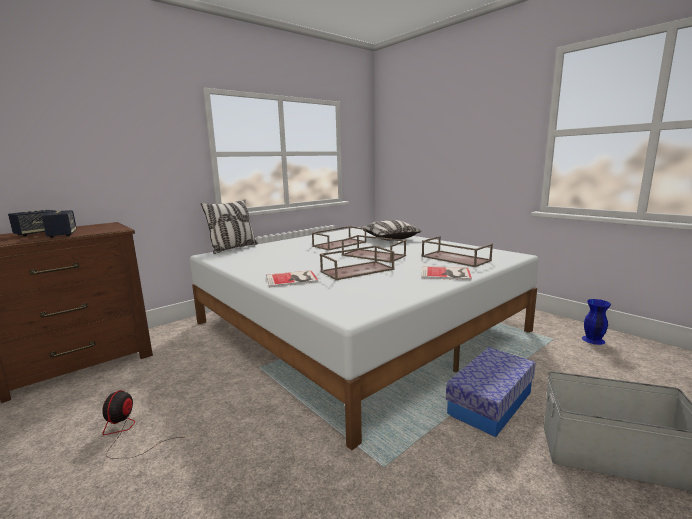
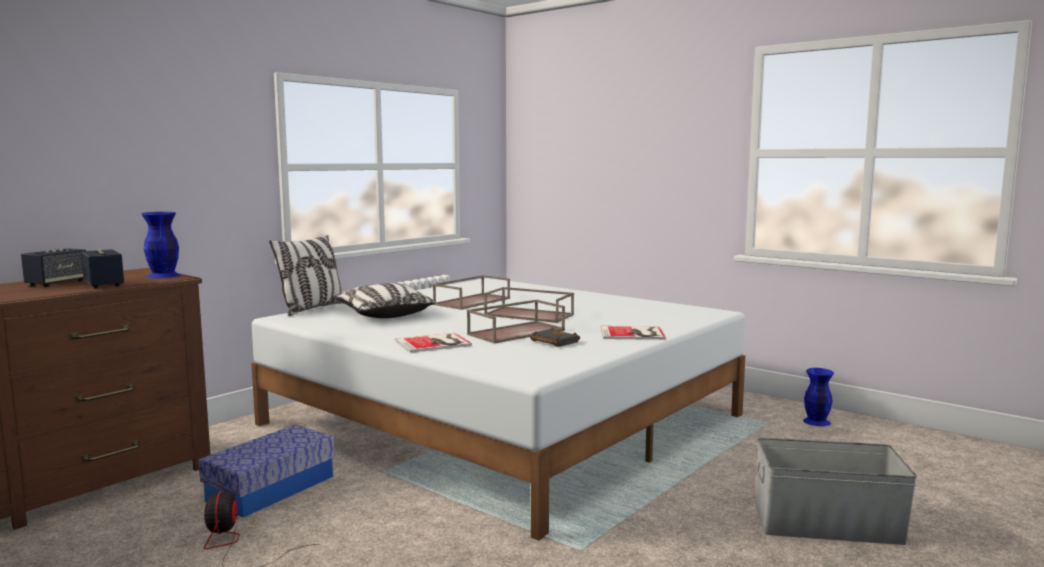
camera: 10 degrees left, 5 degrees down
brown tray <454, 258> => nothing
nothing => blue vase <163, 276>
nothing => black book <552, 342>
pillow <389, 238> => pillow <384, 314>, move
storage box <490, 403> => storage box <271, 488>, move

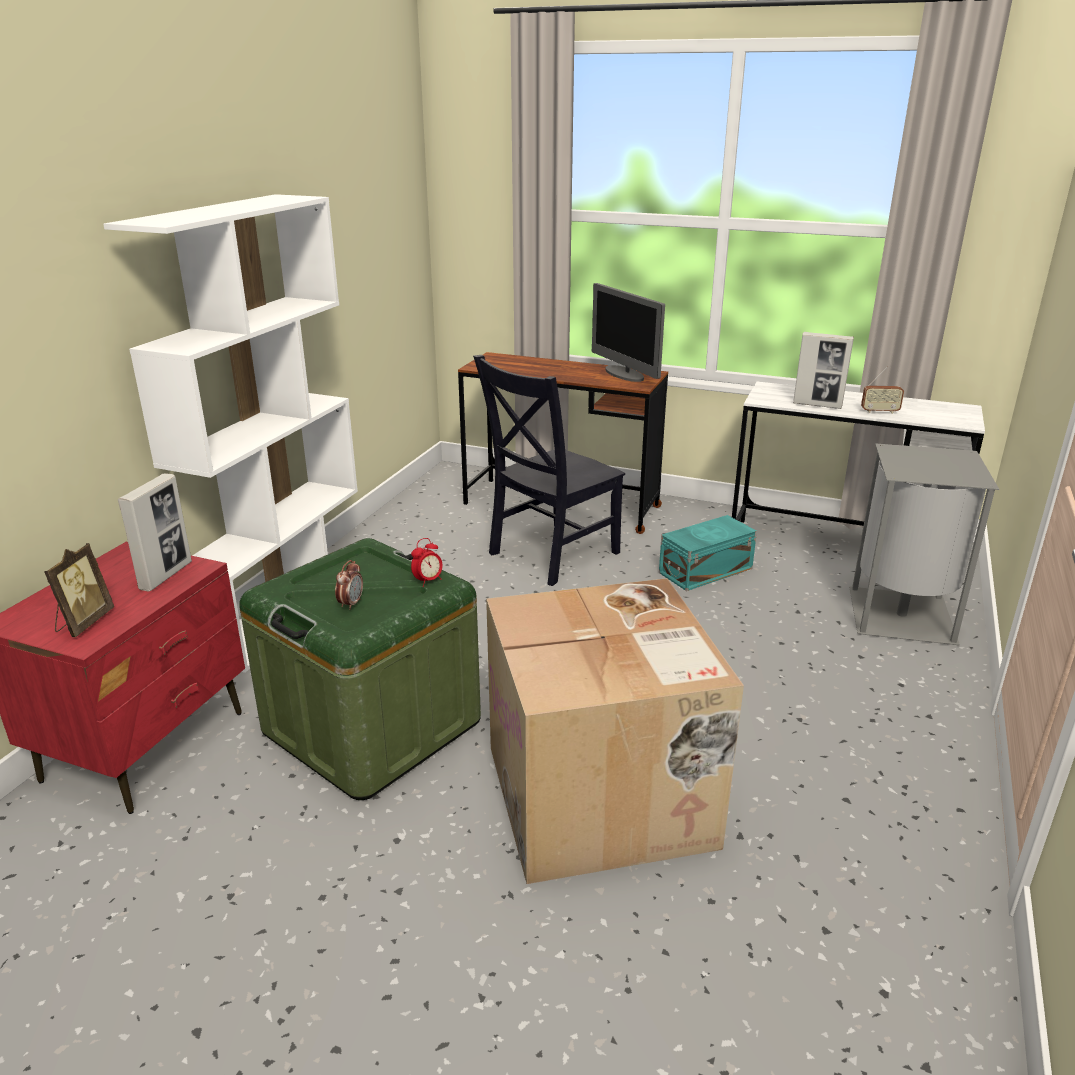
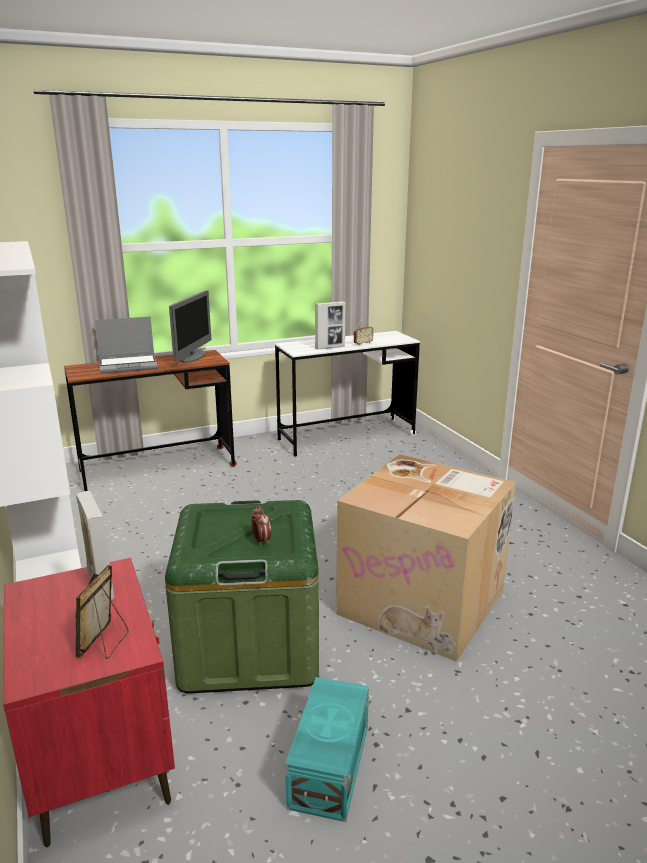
camera: 45 degrees left, 5 degrees down
alarm clock <428, 581> => nothing
black chair <550, 555> => nothing
grey trash can <902, 615> => nothing
nothing => laptop <129, 365>
turquoise storage box <703, 570> => turquoise storage box <327, 767>, move
picture frame <83, 623> => picture frame <105, 643>, 135 degrees counterclockwise
monitor <624, 374> => monitor <193, 357>, 90 degrees counterclockwise

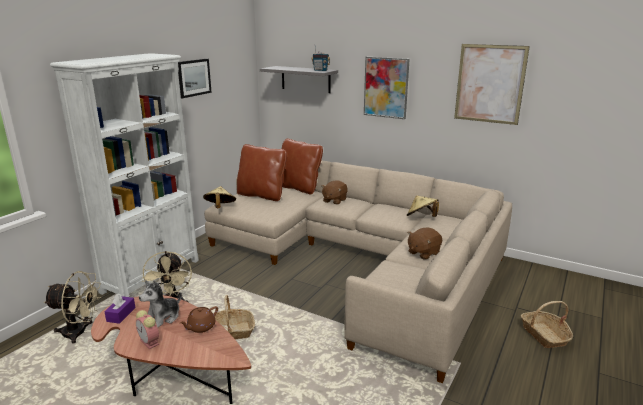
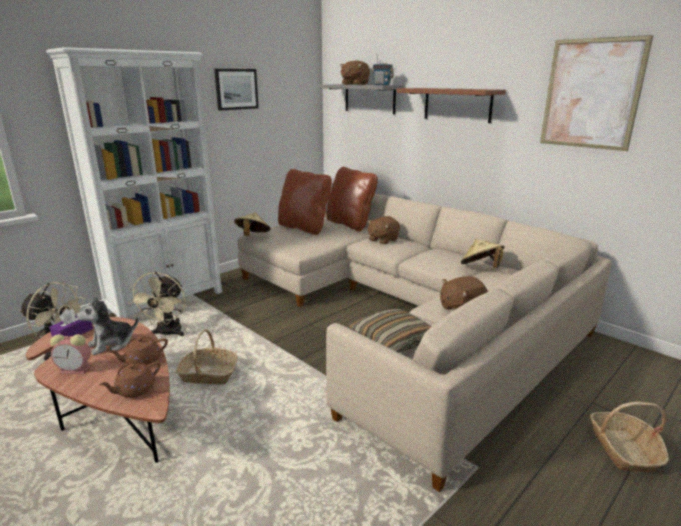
camera: 15 degrees right, 0 degrees up
nothing => brown teapot <134, 390>
nothing => brown plush toy <354, 84>
nothing => pillow <393, 340>
picture <386, 87> => brown shelf <457, 105>
alarm clock <150, 342> => alarm clock <76, 369>, 60 degrees counterclockwise

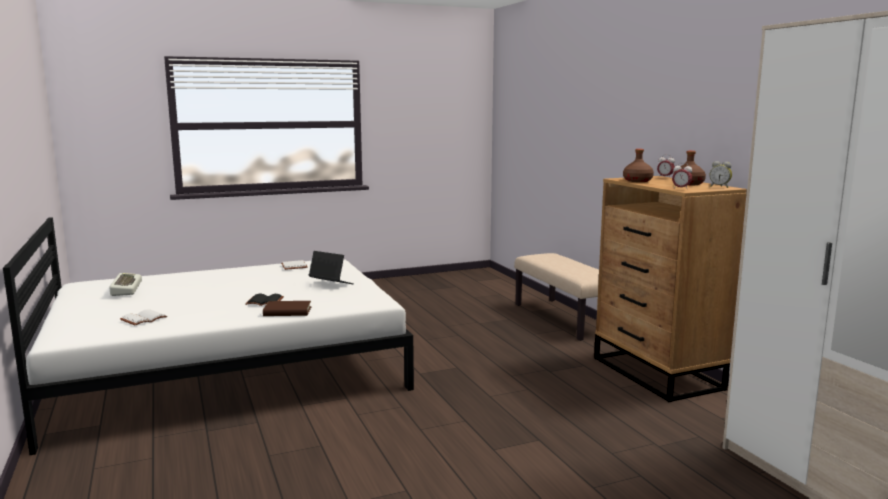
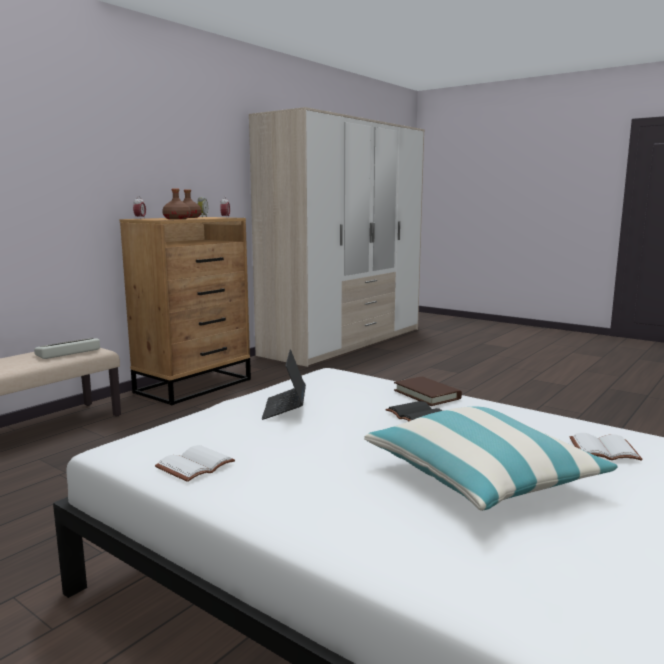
camera: 120 degrees left, 0 degrees up
nothing => pillow <482, 478>
keyboard <125, 288> => keyboard <68, 353>, move

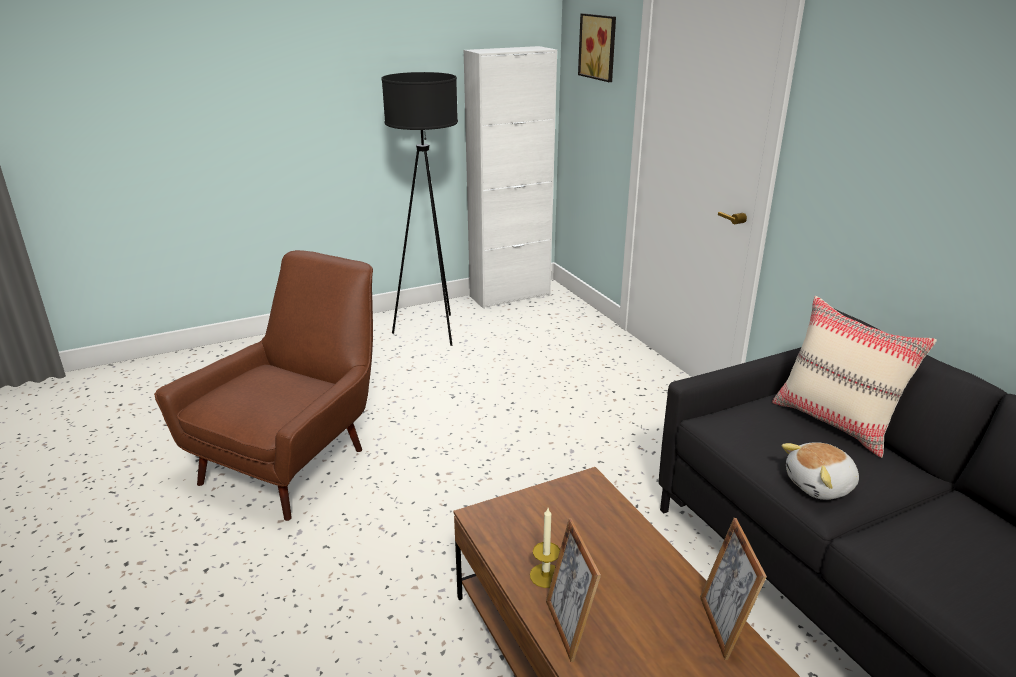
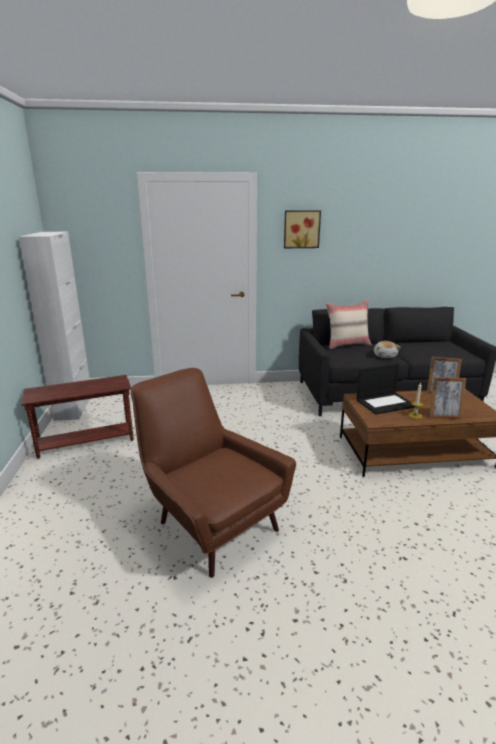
camera: 70 degrees left, 5 degrees down
nothing => laptop <385, 403>
picture <599, 47> => picture <301, 229>, move
black floor lamp <432, 330> => brown side table <86, 442>

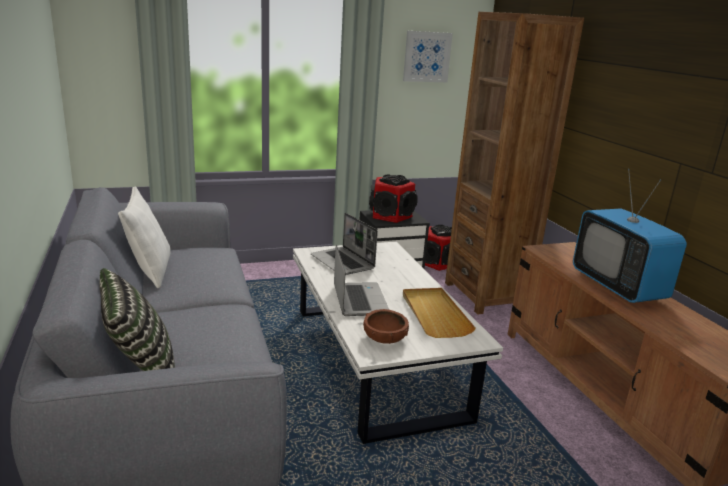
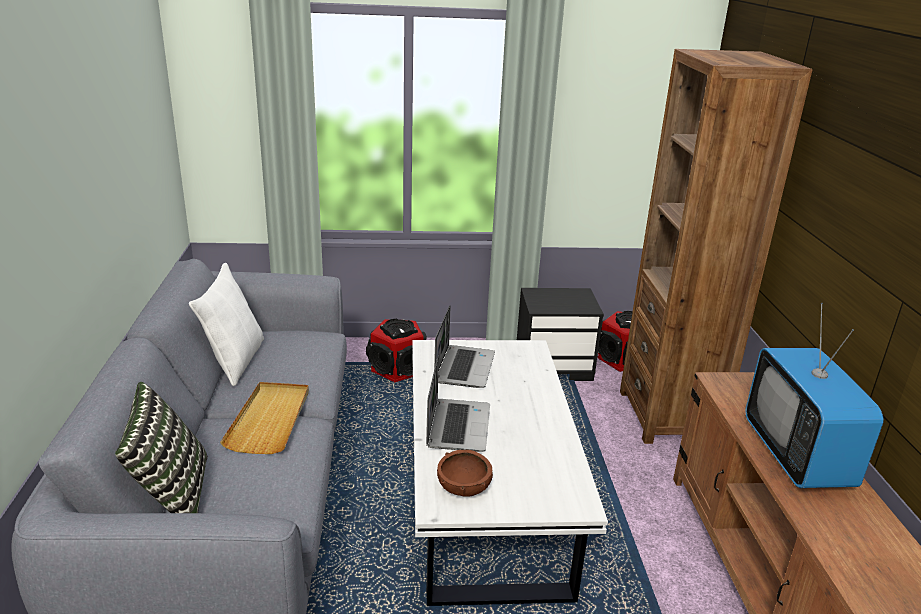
camera: 15 degrees right, 5 degrees up
picture <427, 57> => nothing
speaker <390, 215> => speaker <398, 368>, move
beige tray <434, 314> => beige tray <270, 420>, move
laptop <343, 262> => laptop <463, 367>, 150 degrees counterclockwise

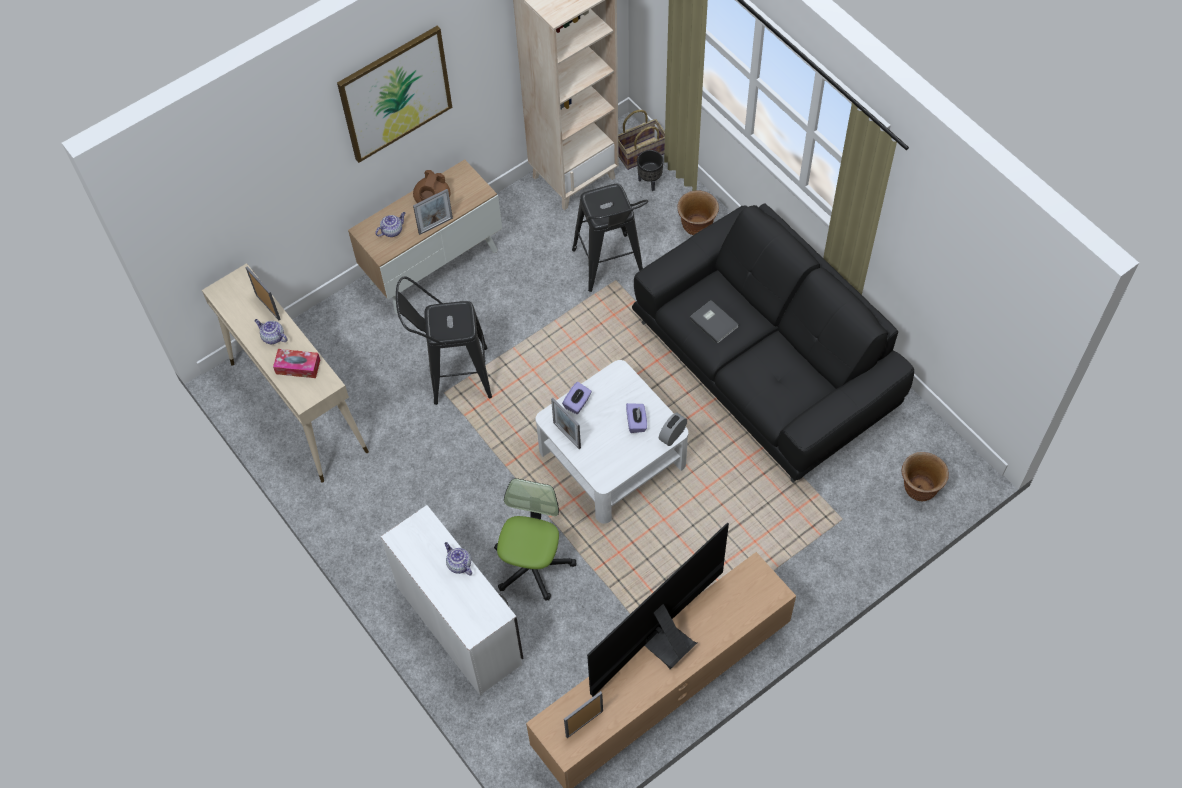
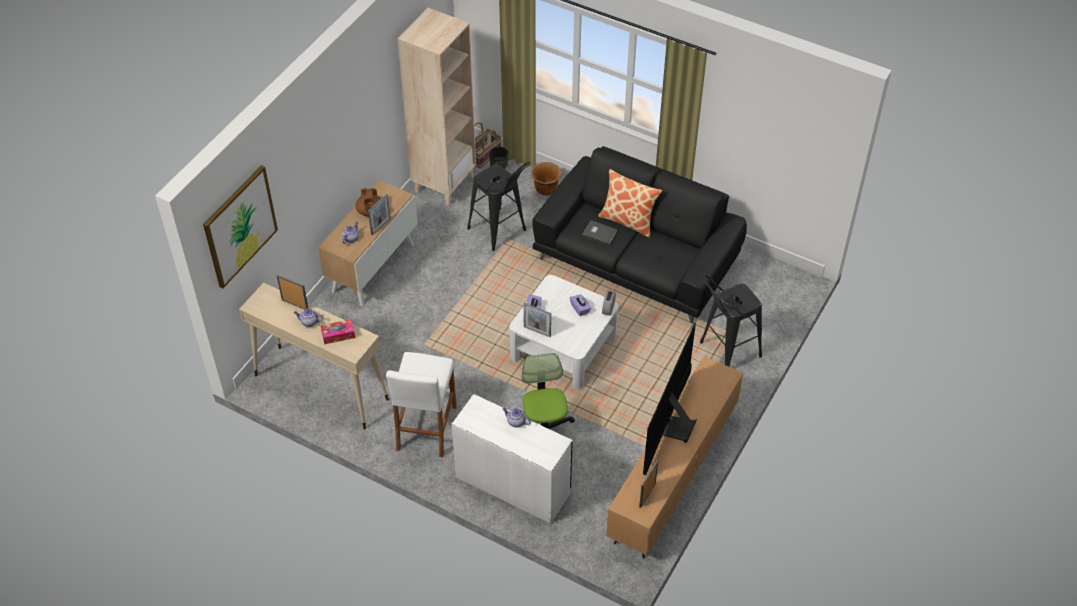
camera: 25 degrees left, 10 degrees down
brown planter <919, 489> => nothing
nothing => white stool <426, 428>
nothing => pillow <628, 221>
picture <395, 93> => picture <240, 226>, move
black stool <452, 376> => black stool <724, 352>, move

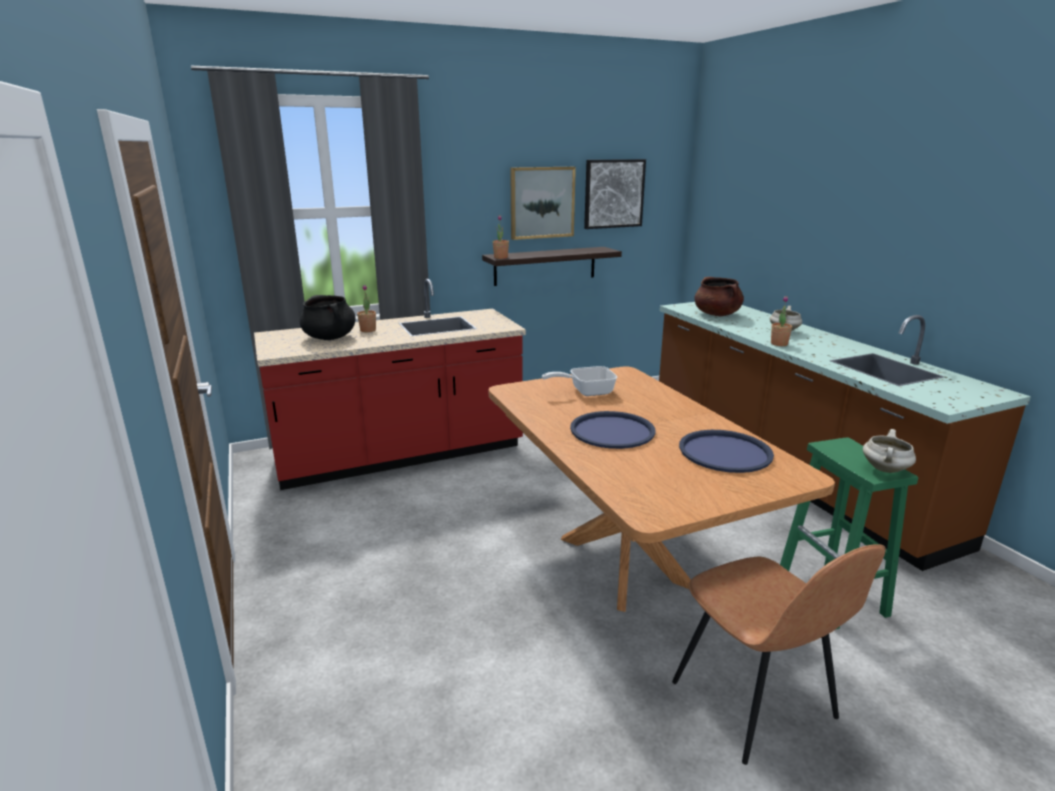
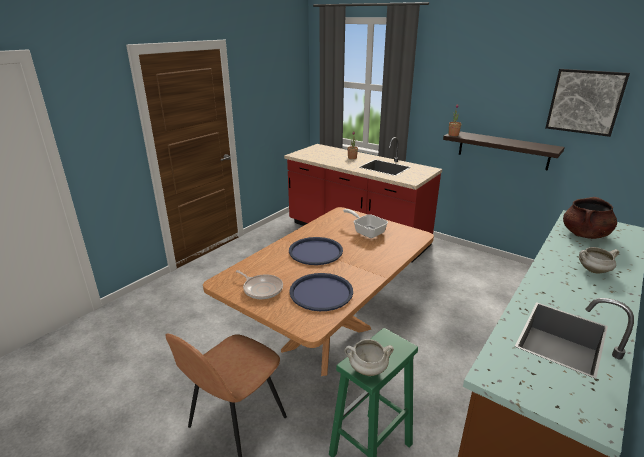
camera: 60 degrees right, 5 degrees up
black cooking pot <330, 338> => nothing
picture <542, 202> => nothing
potted plant <779, 344> => nothing
nothing => frying pan <261, 289>

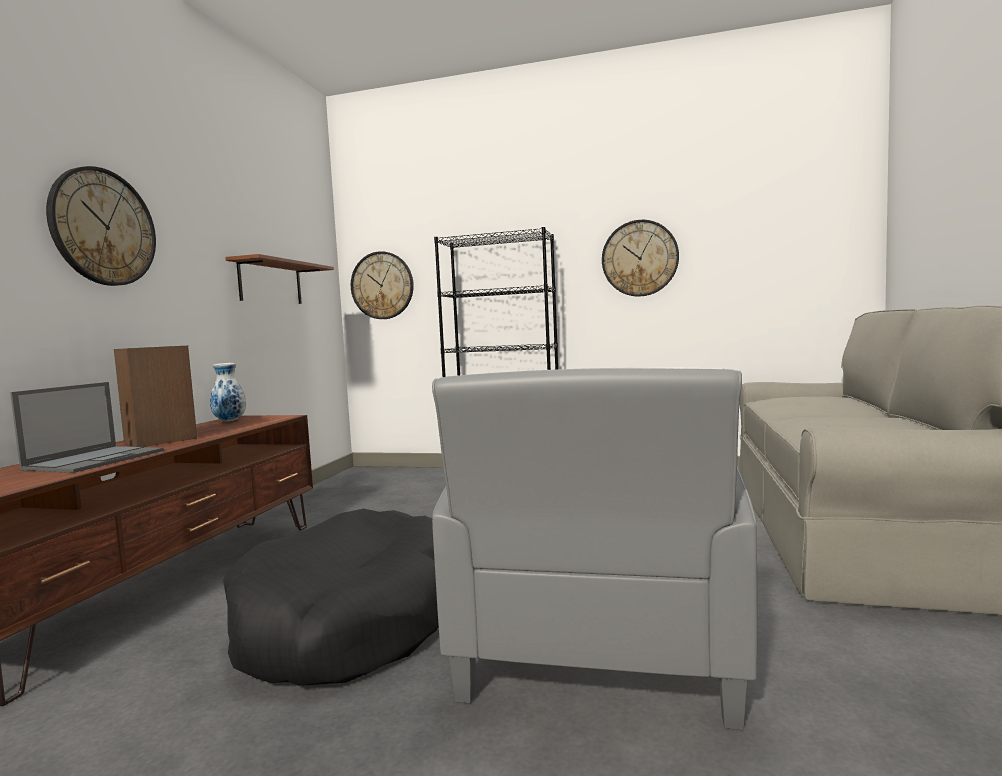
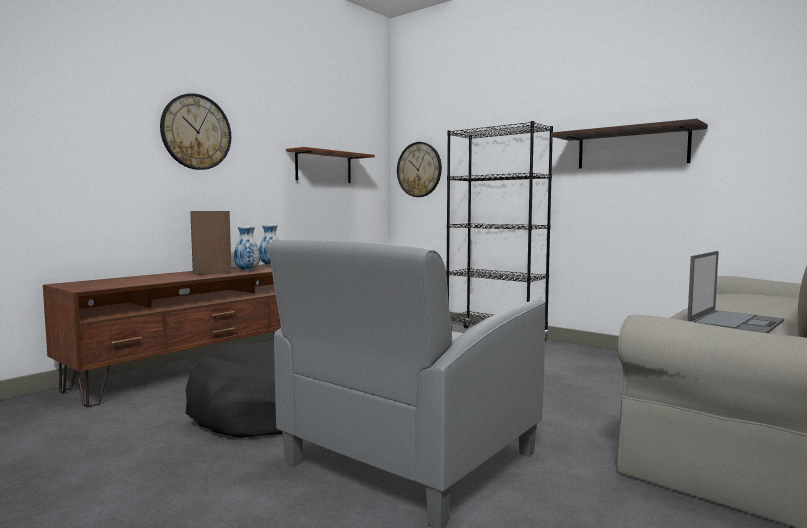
camera: 25 degrees right, 0 degrees up
nothing => vase <247, 271>
laptop <96, 459> => laptop <735, 323>, move
wall clock <639, 258> => shelf <632, 148>

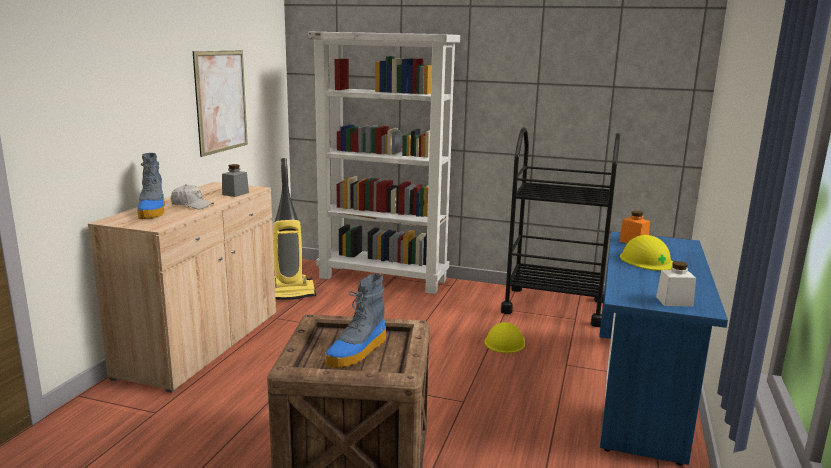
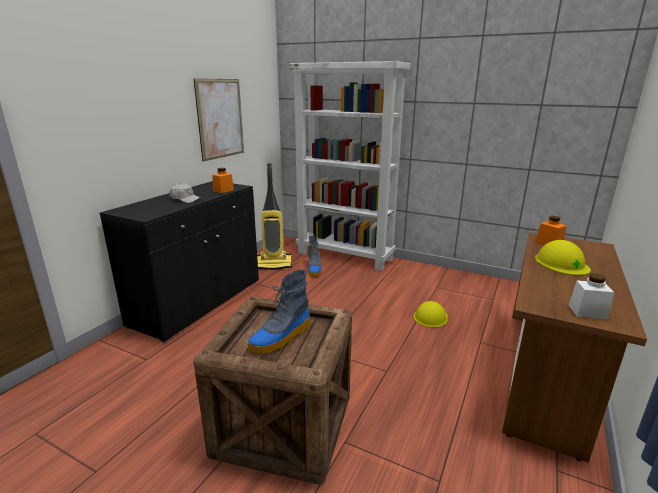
camera: 10 degrees right, 5 degrees up
black cart <554, 306> => nothing
boot <152, 211> => boot <314, 270>, move
beige cabinet <201, 344> => black cabinet <198, 302>
grey jar <235, 193> => orange jar <223, 190>
blue desk <641, 392> => brown desk <545, 376>

